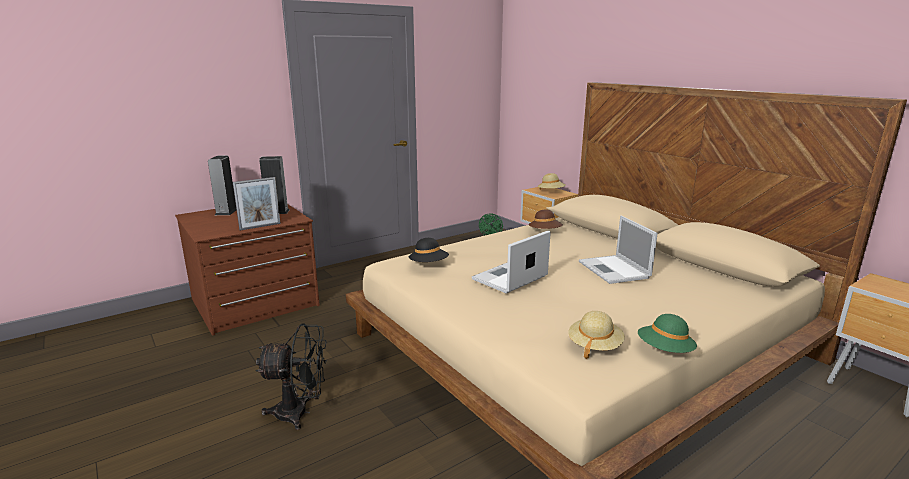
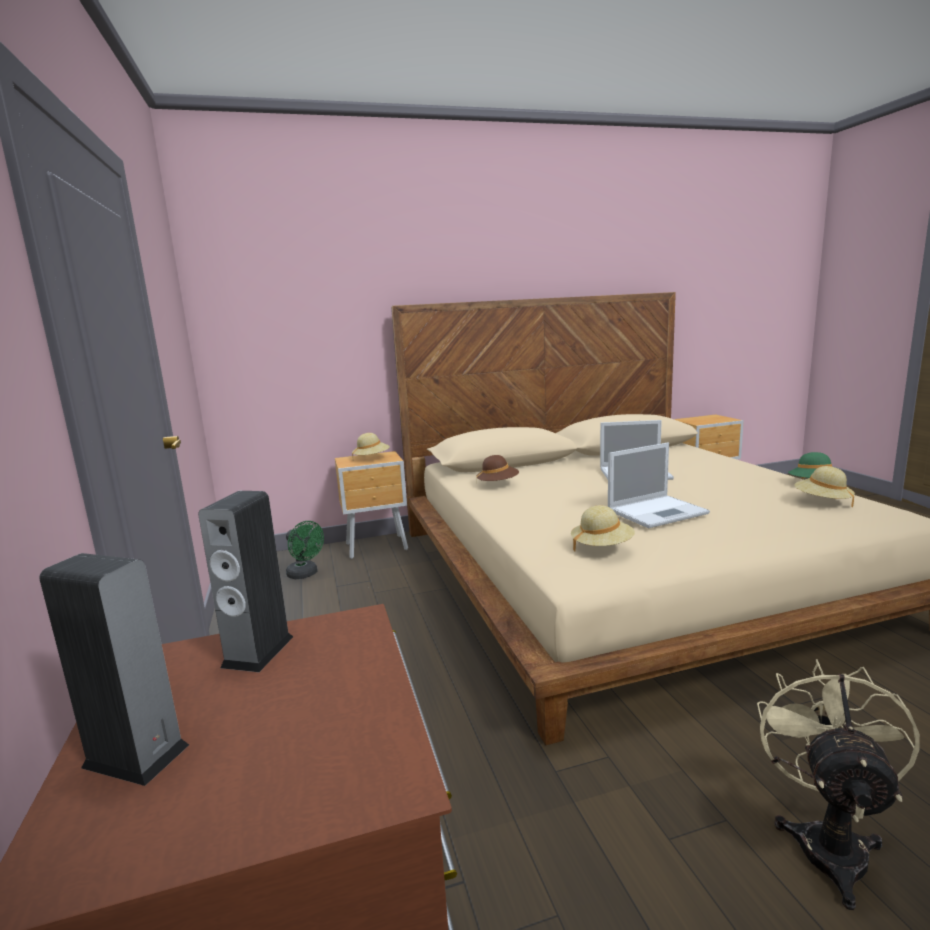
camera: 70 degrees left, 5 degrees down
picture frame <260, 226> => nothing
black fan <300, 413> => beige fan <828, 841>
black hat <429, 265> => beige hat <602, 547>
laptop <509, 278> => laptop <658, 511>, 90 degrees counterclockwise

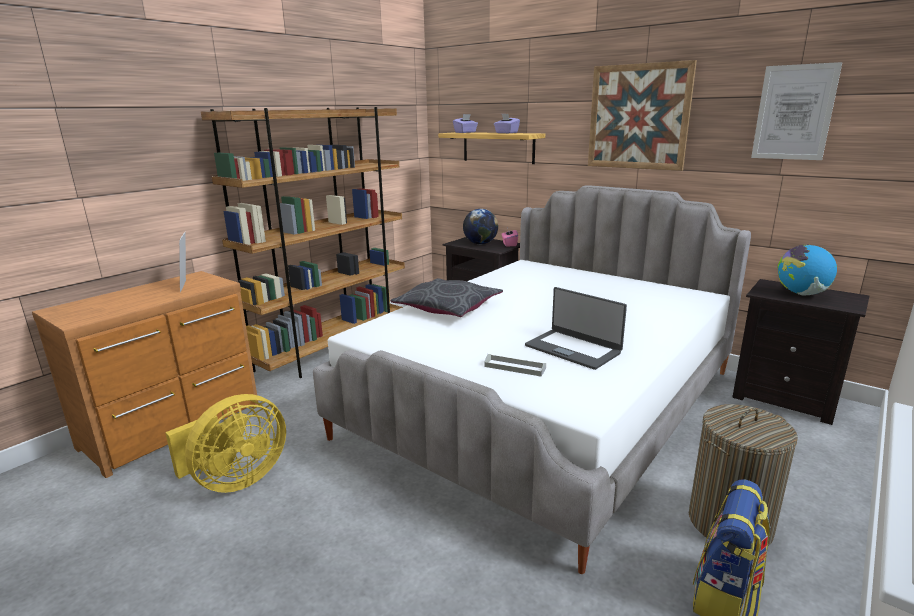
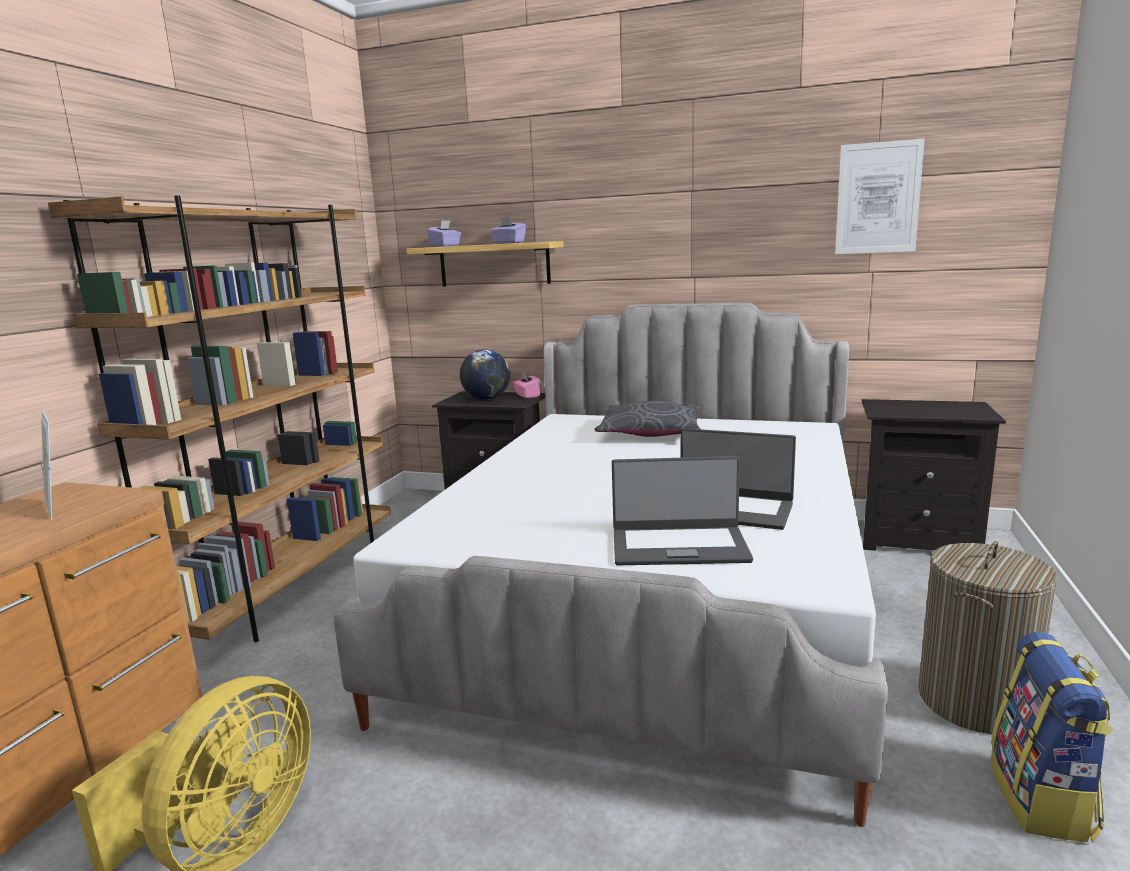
camera: 20 degrees left, 5 degrees down
picture <638, 117> => nothing
globe <801, 294> => nothing
grey pillow <448, 307> => grey pillow <651, 432>, move
grey tray <515, 367> => laptop <679, 546>

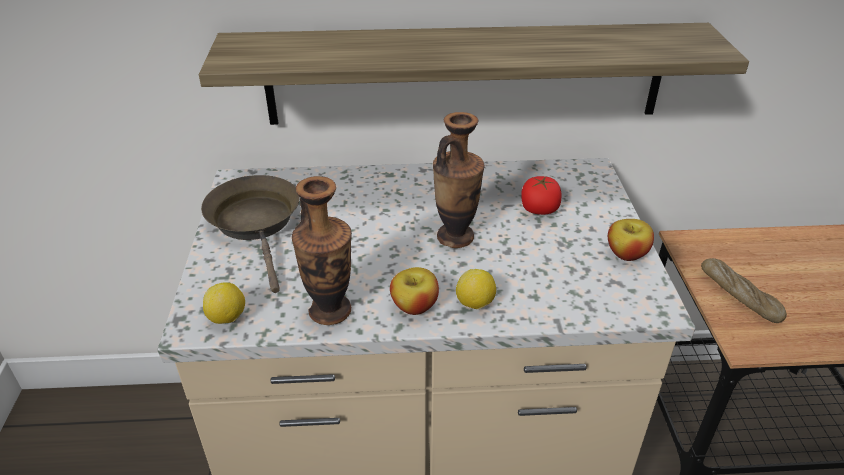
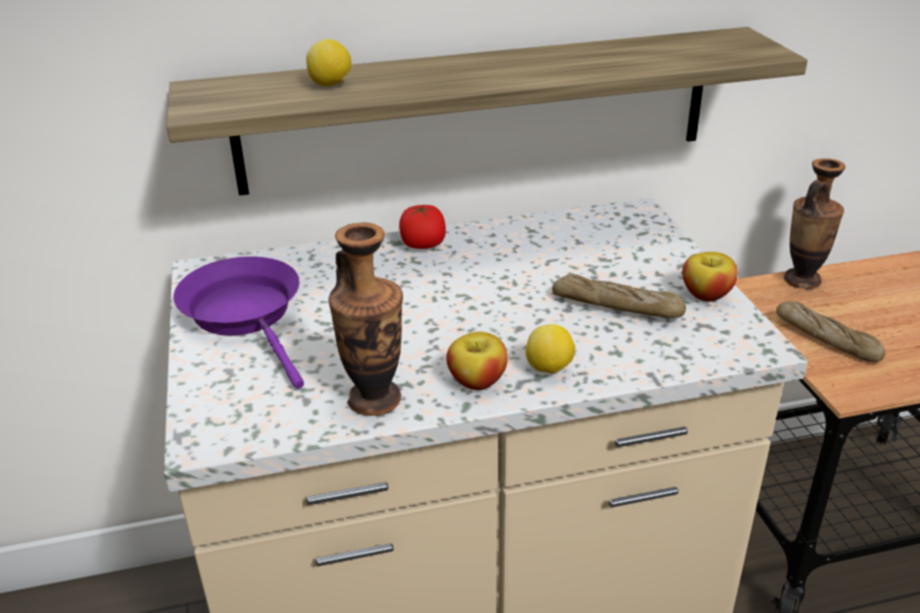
camera: 10 degrees left, 5 degrees down
nothing => bread <616, 307>
lemon <228, 318> => lemon <331, 85>, move
vase <455, 237> => vase <802, 280>, move
tomato <539, 209> => tomato <423, 245>, move
brown frying pan <256, 224> => purple frying pan <246, 315>

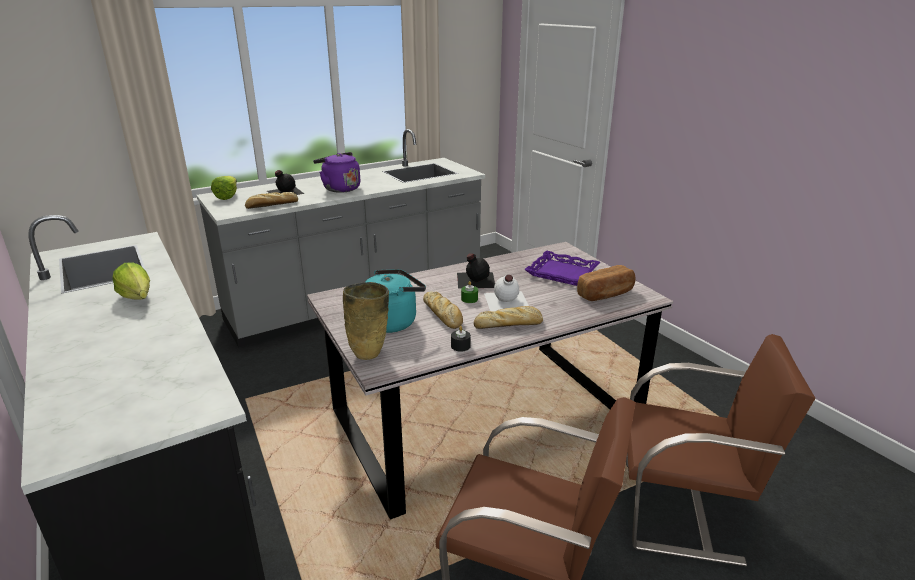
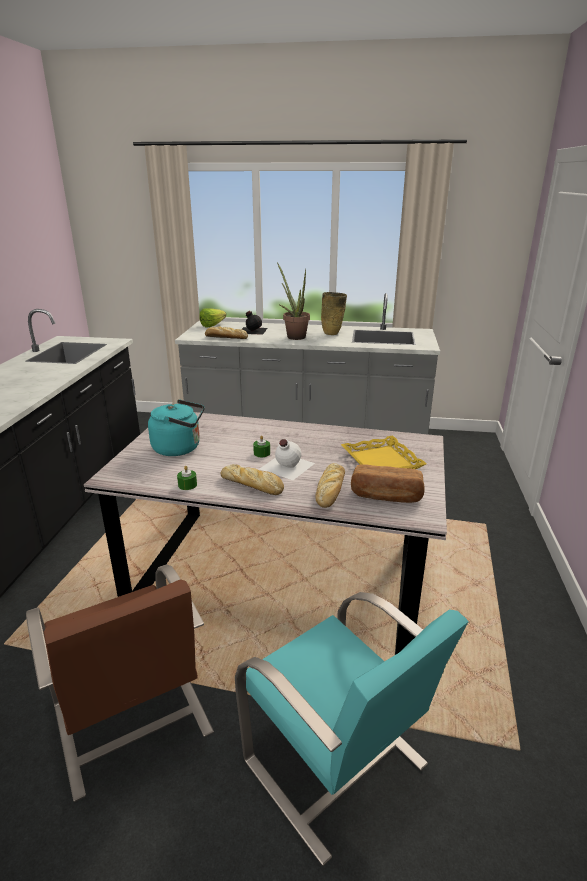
camera: 40 degrees right, 0 degrees up
lettuce <138, 300> => nothing
black bottle <475, 279> => nothing
beige vase <370, 353> => beige vase <333, 334>, move
bread <443, 314> => bread <330, 490>, move
purple kettle <339, 188> => potted plant <293, 336>
black candle <460, 346> => green candle <187, 485>
purple tray <561, 273> => yellow tray <381, 461>
brown chair <683, 510> => turquoise chair <337, 765>

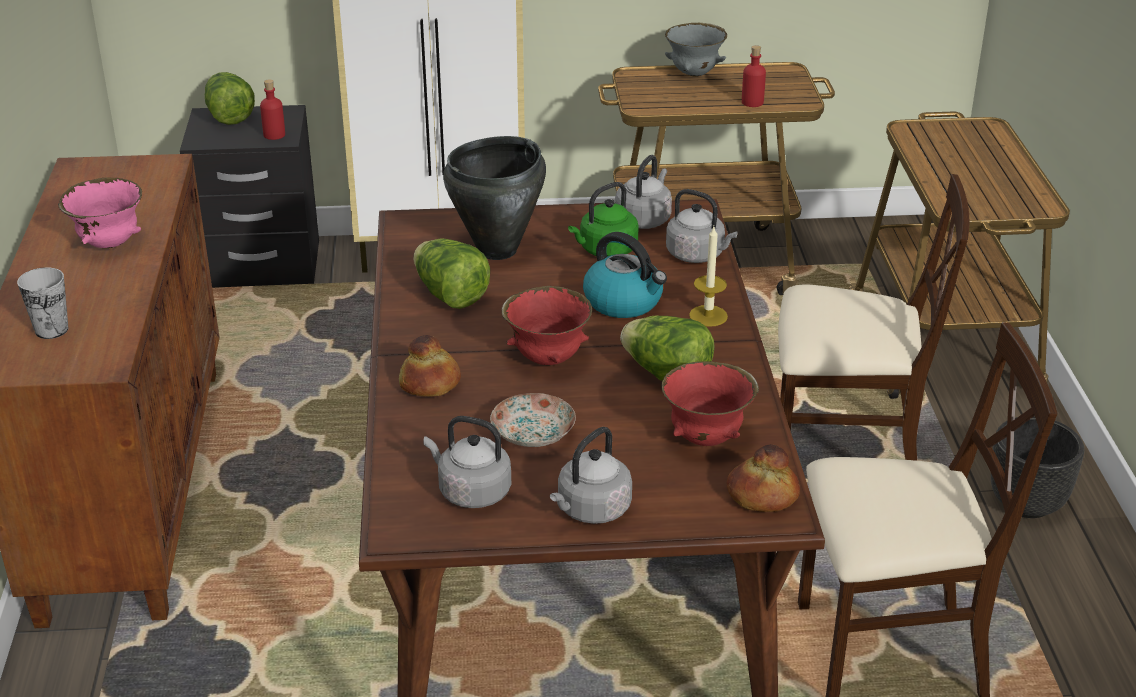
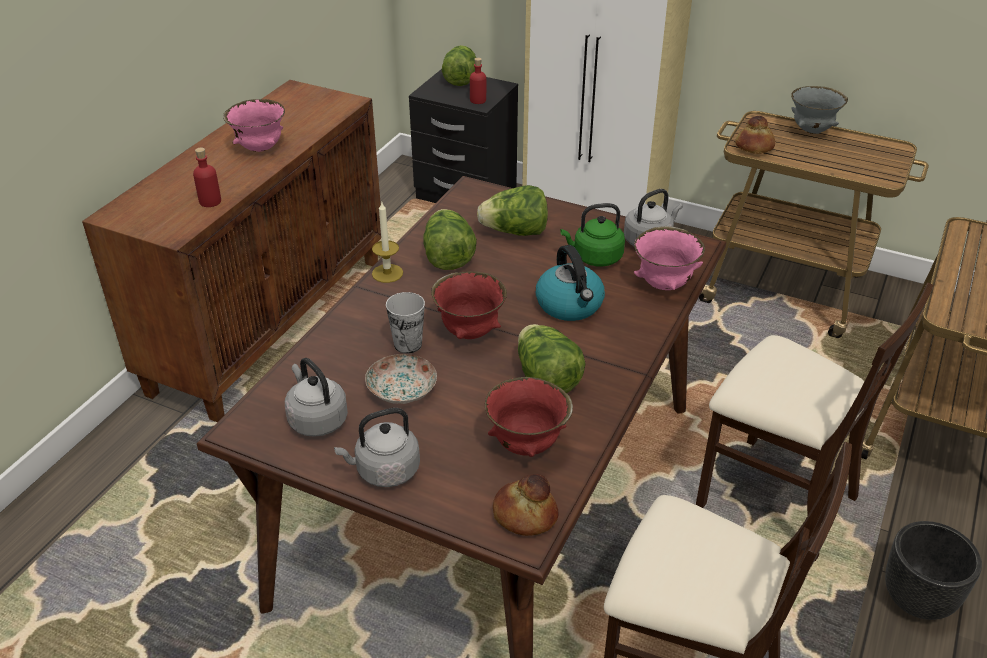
camera: 30 degrees right, 5 degrees up
cup <51, 330> => cup <408, 344>, move
bread <429, 383> => bread <754, 147>, move
candle <708, 316> => candle <387, 273>, move
red bottle <752, 102> => red bottle <210, 201>, move
black cooking pot <498, 250> => lettuce <515, 232>
grey kettle <698, 255> => pink bowl <664, 285>

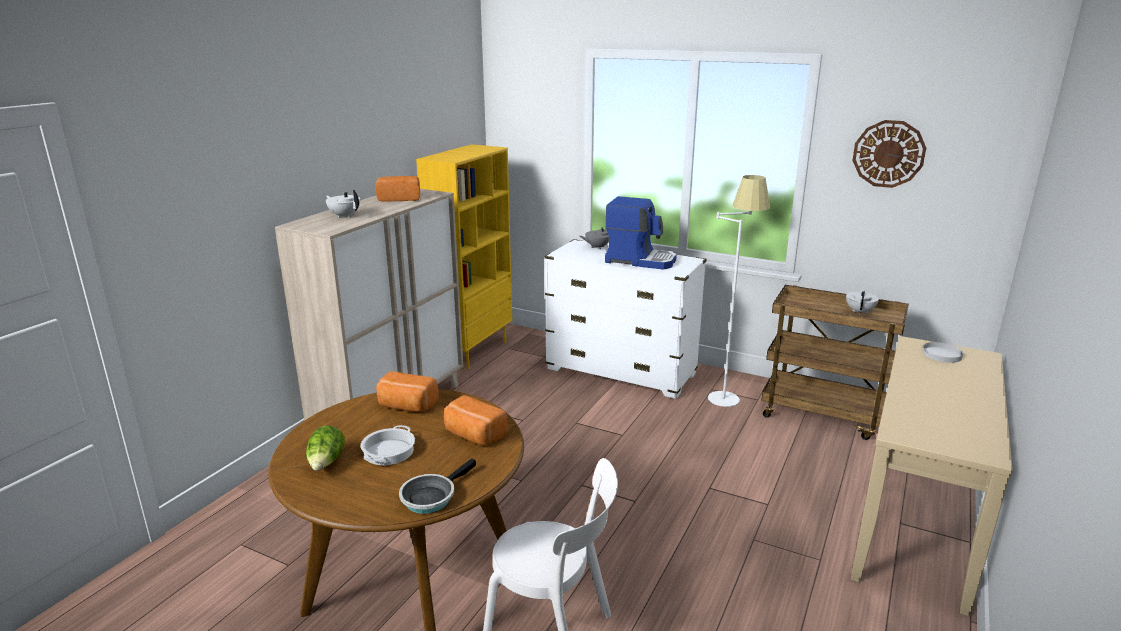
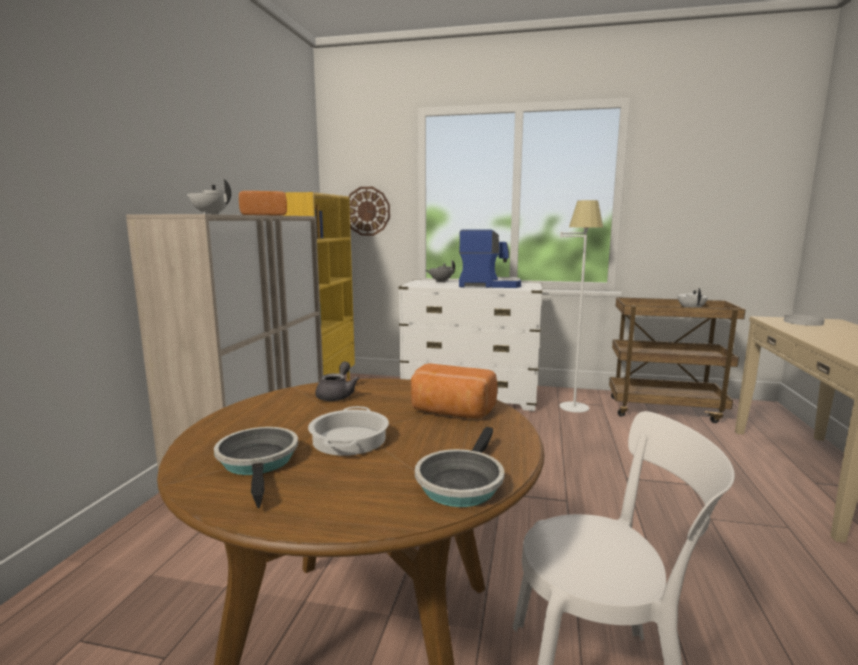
camera: 15 degrees left, 10 degrees down
wall clock <888, 154> => wall clock <367, 211>, move
lettuce <326, 462> => frying pan <259, 463>
bread <406, 406> => grey teapot <337, 395>

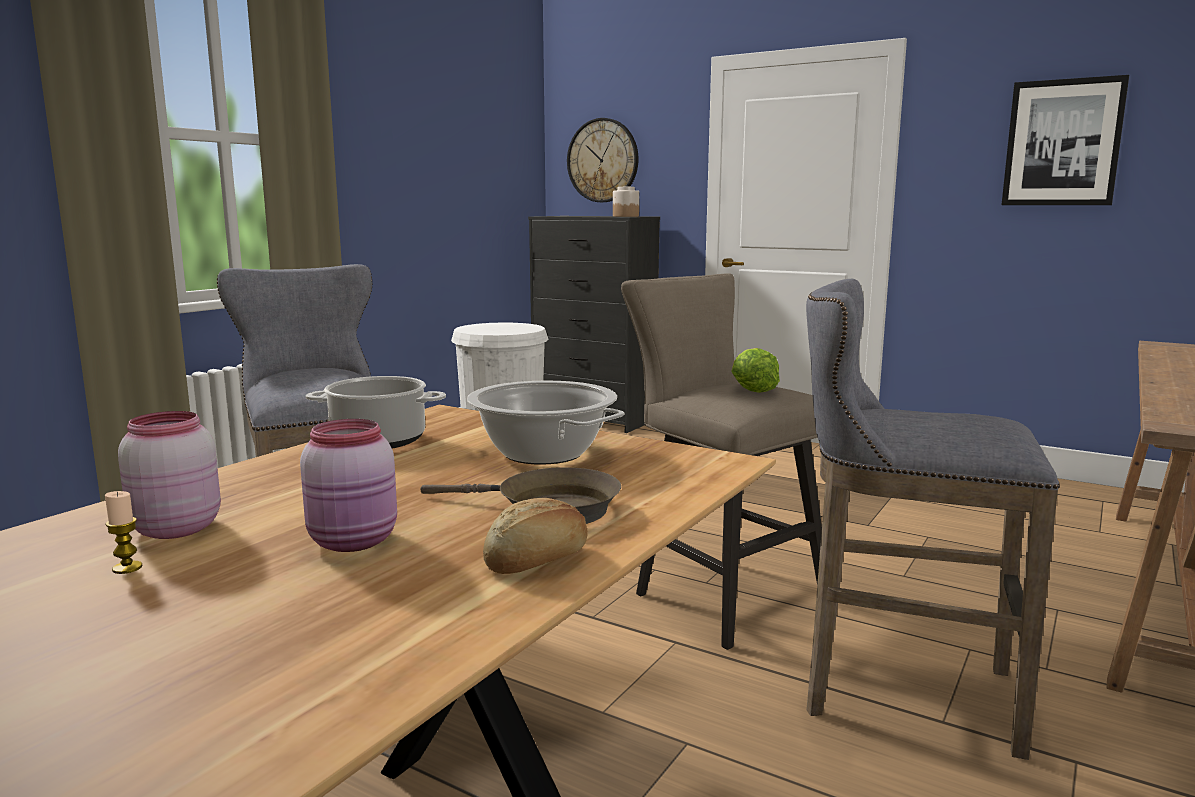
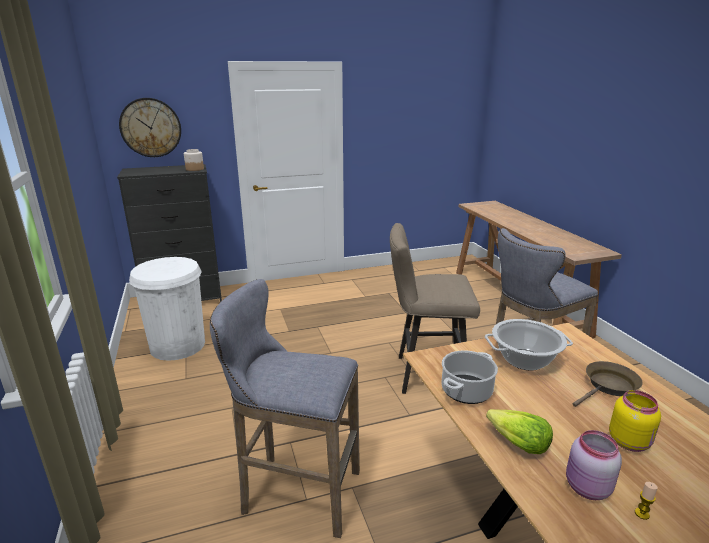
camera: 50 degrees left, 10 degrees up
bread <539, 560> => nothing
picture <1062, 143> => nothing
lettuce <752, 388> => lettuce <518, 443>, move
pink jar <355, 541> => yellow jar <629, 441>

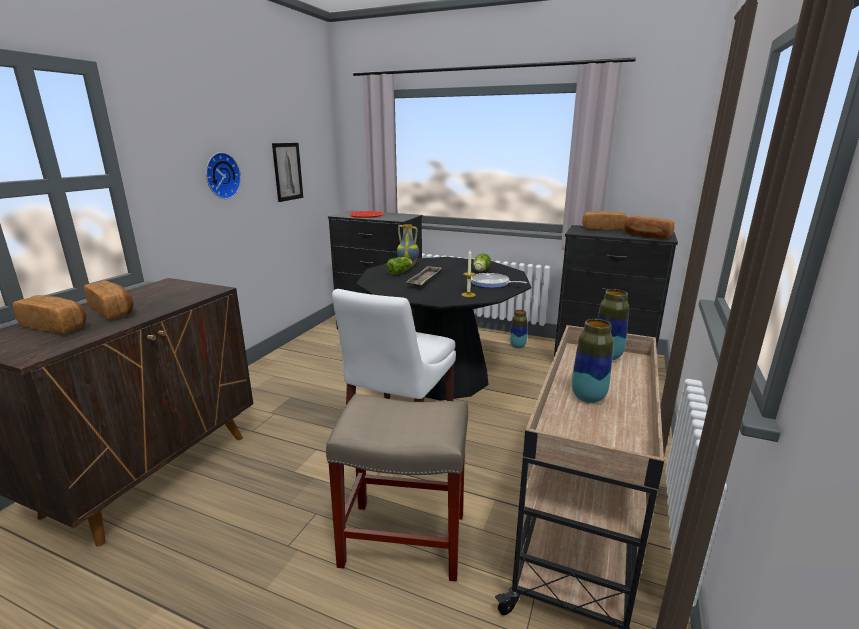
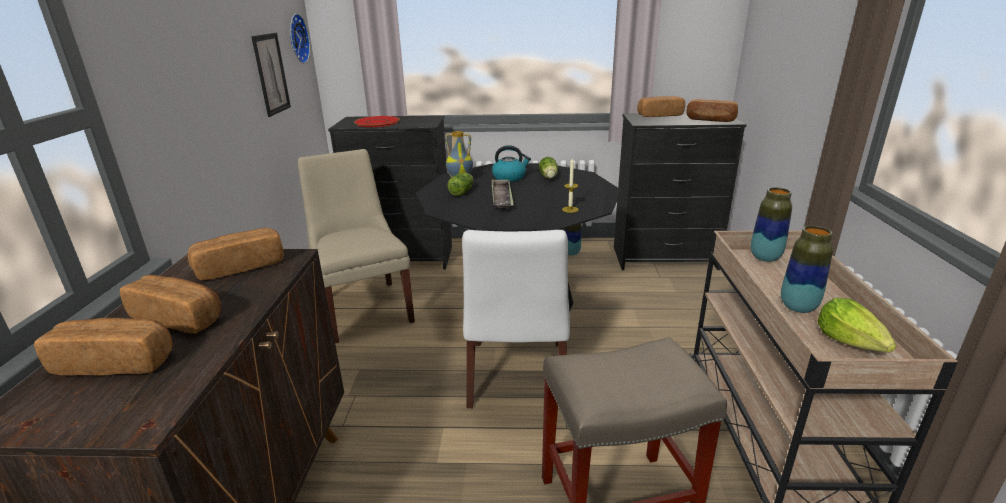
camera: 20 degrees left, 5 degrees up
frying pan <492, 283> => nothing
nothing => bread <240, 267>
nothing => beige chair <364, 308>
nothing => kettle <509, 177>
nothing => lettuce <850, 342>
wall clock <221, 175> => wall clock <296, 39>, move

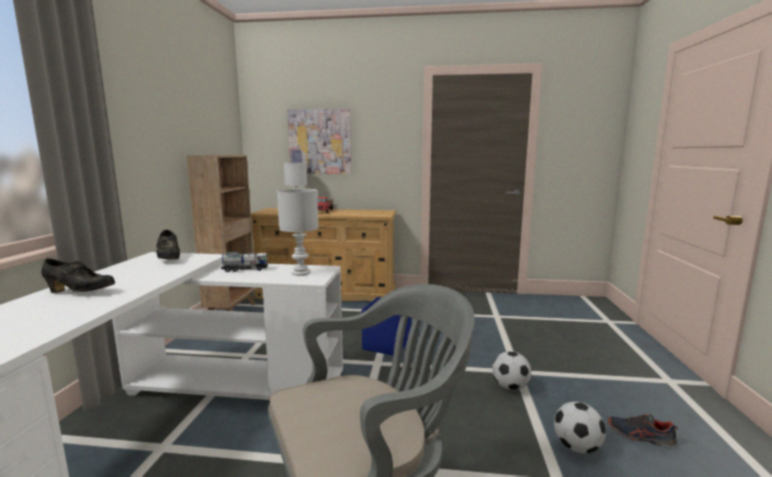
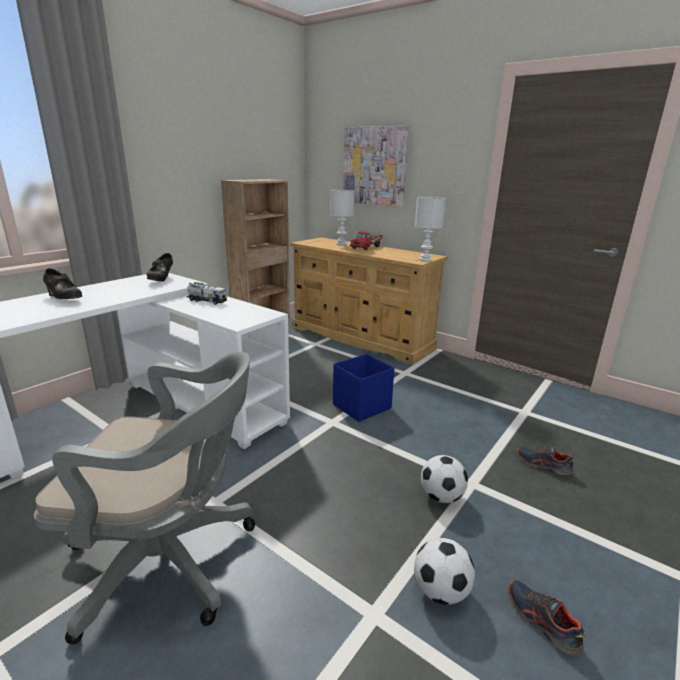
camera: 30 degrees right, 10 degrees up
nothing => shoe <542, 465>
white table lamp <301, 273> => white table lamp <425, 260>, move

